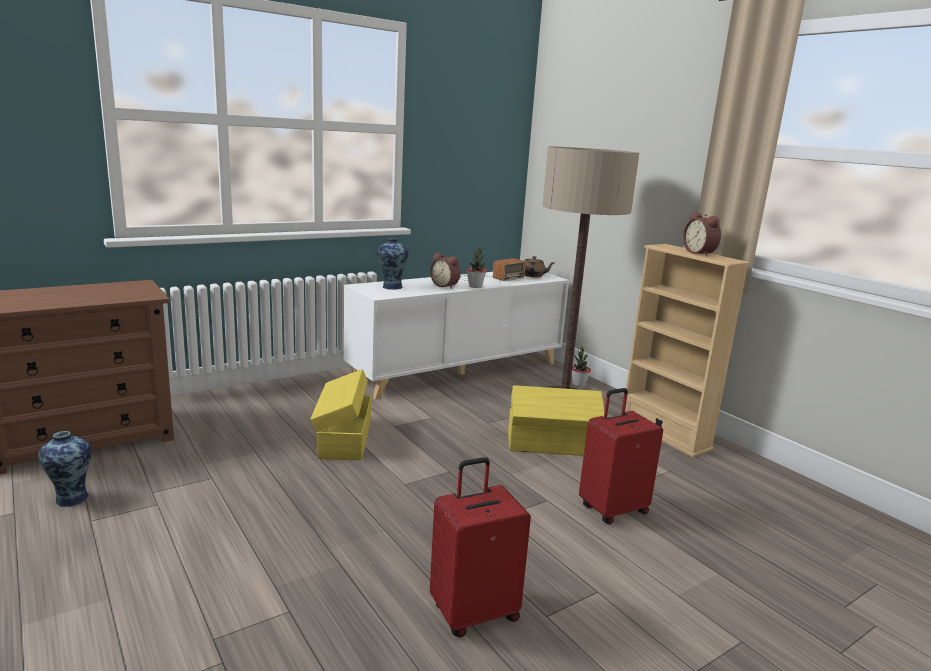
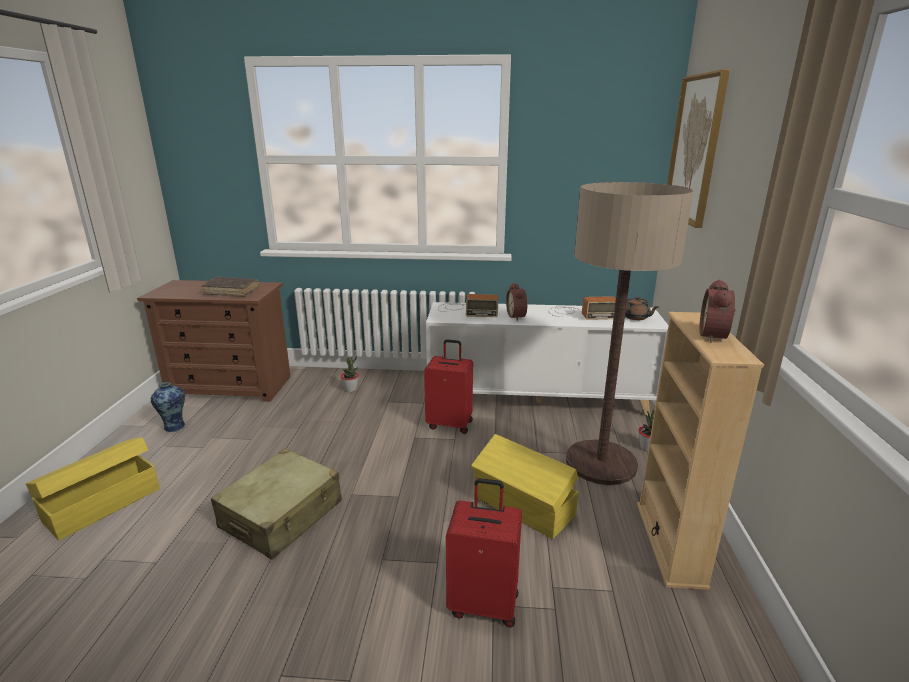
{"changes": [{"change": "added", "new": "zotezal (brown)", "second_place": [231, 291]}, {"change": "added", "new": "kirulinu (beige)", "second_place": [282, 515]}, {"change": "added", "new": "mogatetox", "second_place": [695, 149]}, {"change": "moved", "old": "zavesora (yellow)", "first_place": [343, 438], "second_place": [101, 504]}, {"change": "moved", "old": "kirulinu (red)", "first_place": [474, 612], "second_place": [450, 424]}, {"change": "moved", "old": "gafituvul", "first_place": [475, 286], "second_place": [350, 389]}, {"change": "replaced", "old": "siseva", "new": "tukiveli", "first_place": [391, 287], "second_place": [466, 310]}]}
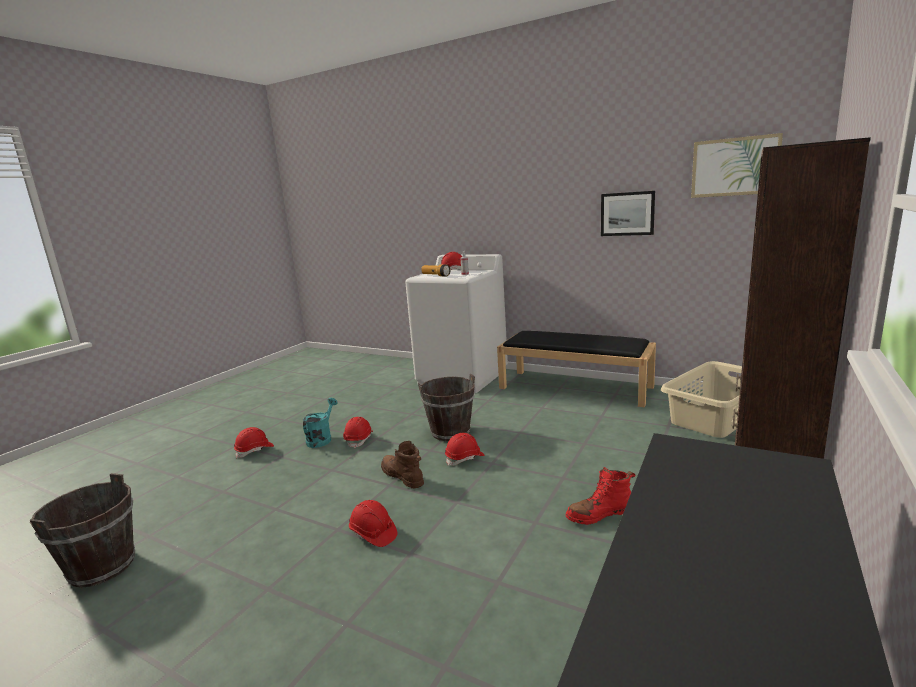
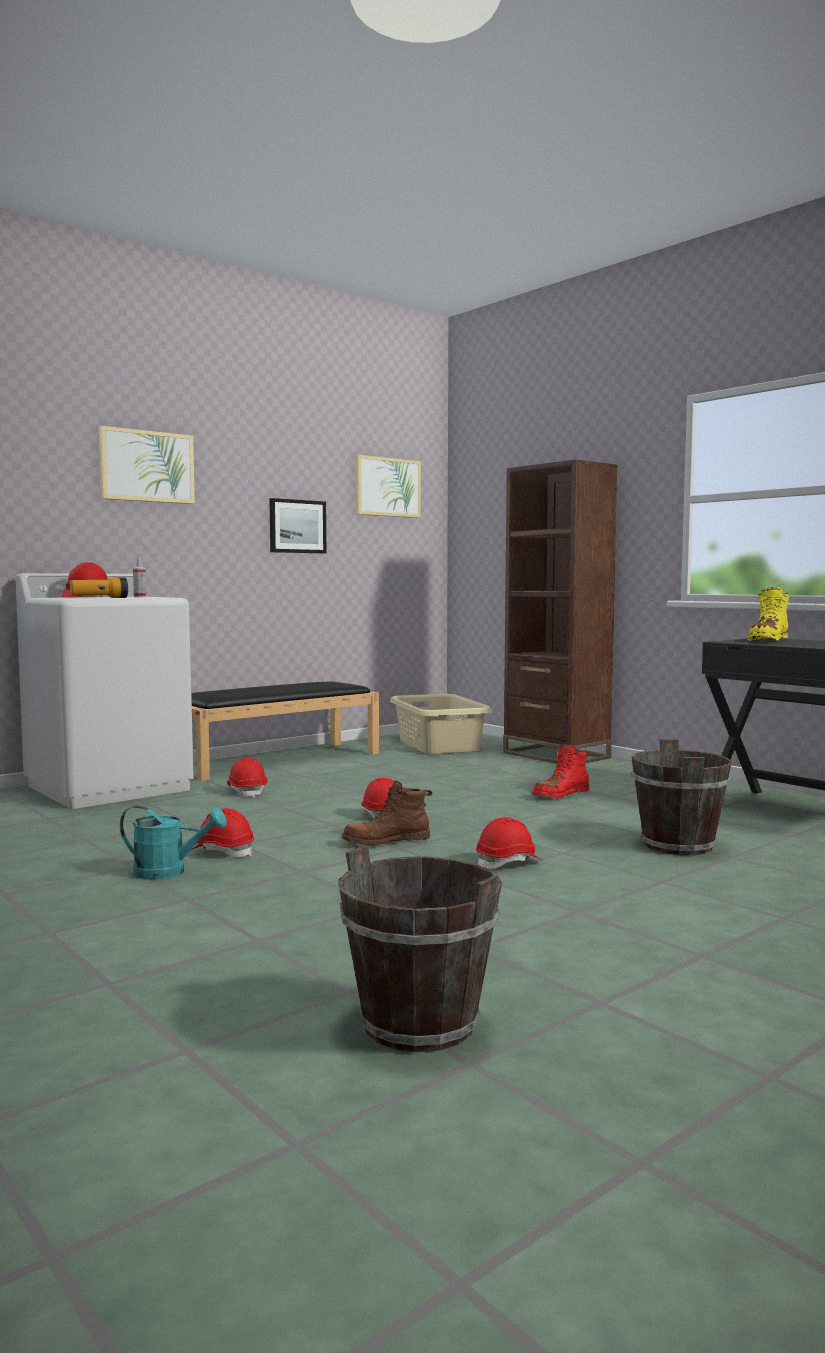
{"changes": [{"change": "added", "new": "mogatetox", "second_place": [147, 466]}, {"change": "added", "new": "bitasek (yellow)", "second_place": [768, 641]}, {"change": "moved", "old": "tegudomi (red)", "first_place": [255, 450], "second_place": [247, 791]}, {"change": "moved", "old": "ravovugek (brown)", "first_place": [450, 432], "second_place": [678, 845]}, {"change": "turned", "old": "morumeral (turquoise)", "first_place": [321, 439], "second_place": [169, 872], "degrees": 150}, {"change": "turned", "old": "bitasek (red)", "first_place": [599, 514], "second_place": [560, 795], "degrees": 45}]}
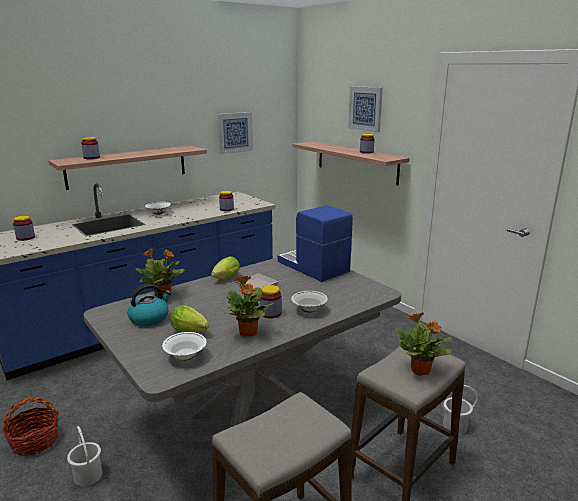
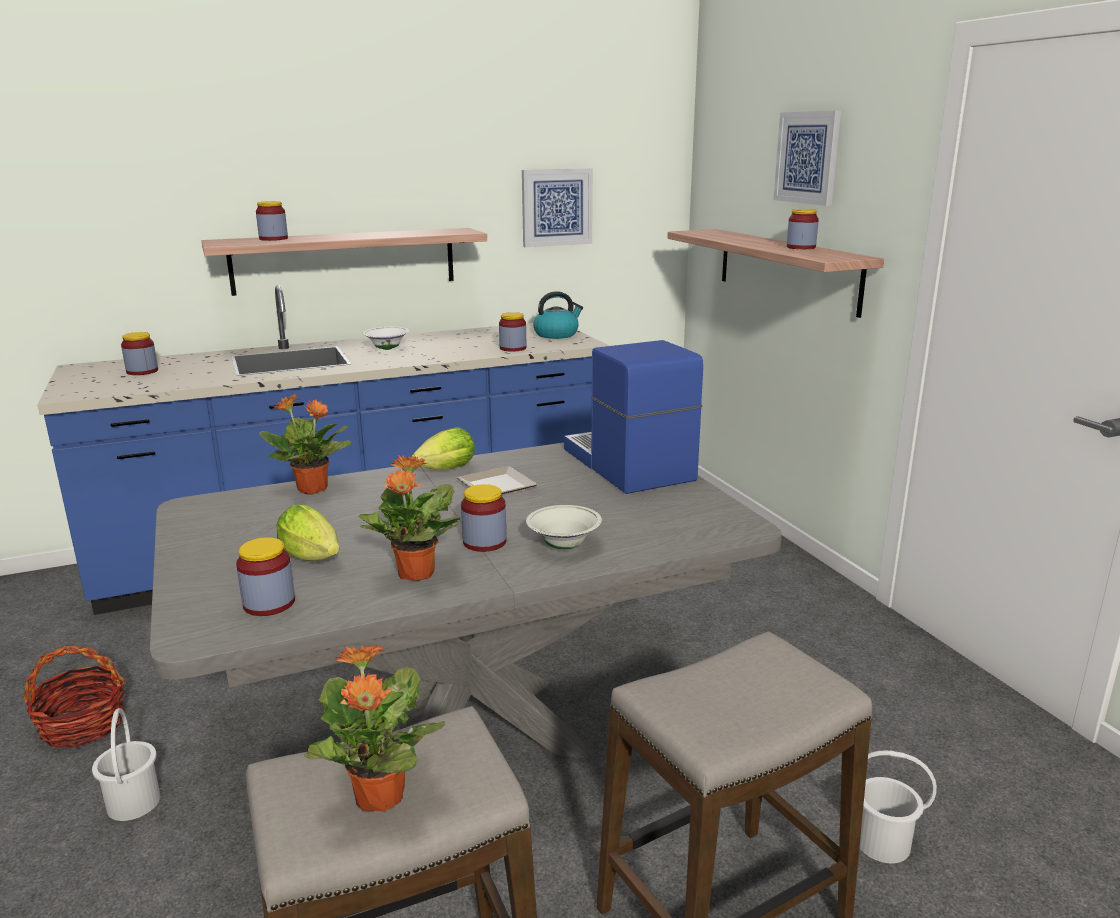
{"changes": [{"change": "moved", "old": "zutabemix", "first_place": [150, 318], "second_place": [557, 334]}, {"change": "moved", "old": "gafituvul", "first_place": [420, 371], "second_place": [379, 798]}, {"change": "replaced", "old": "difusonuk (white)", "new": "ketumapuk", "first_place": [185, 357], "second_place": [269, 603]}]}
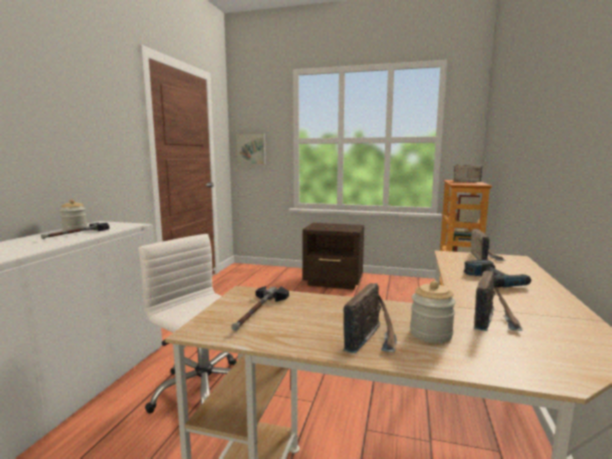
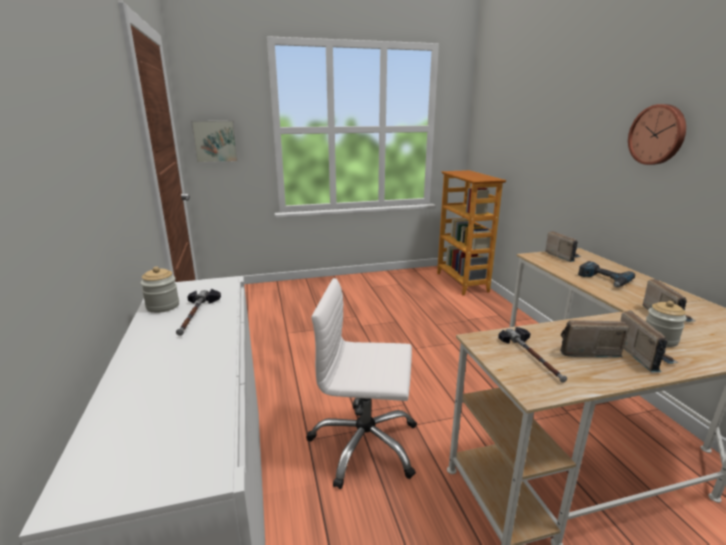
{"changes": [{"change": "removed", "old": "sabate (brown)", "first_place": [334, 282]}, {"change": "added", "new": "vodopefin", "second_place": [658, 135]}, {"change": "moved", "old": "tukiveli", "first_place": [466, 181], "second_place": [584, 351]}]}
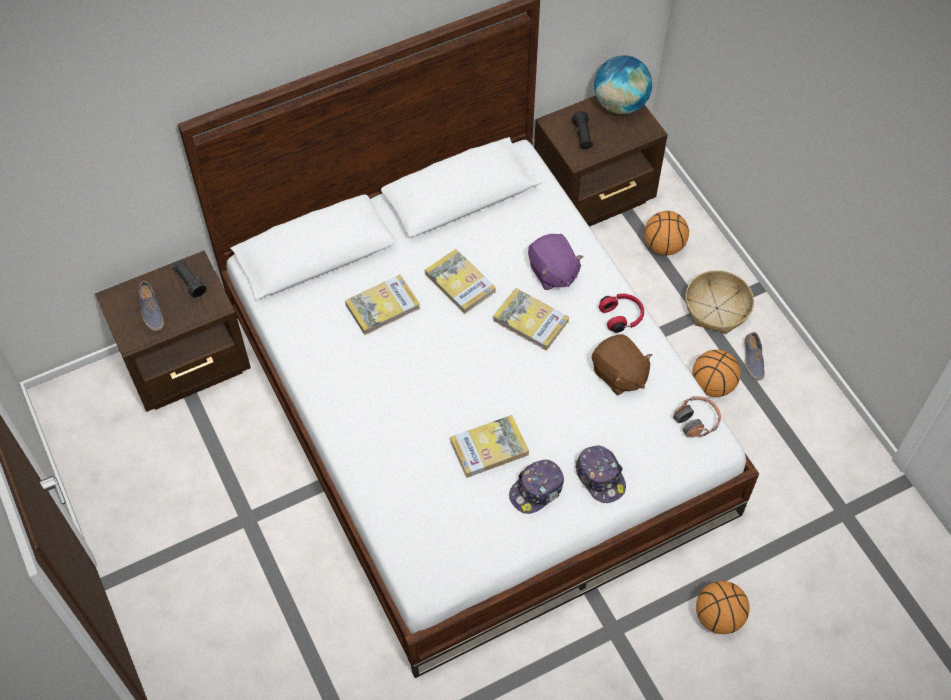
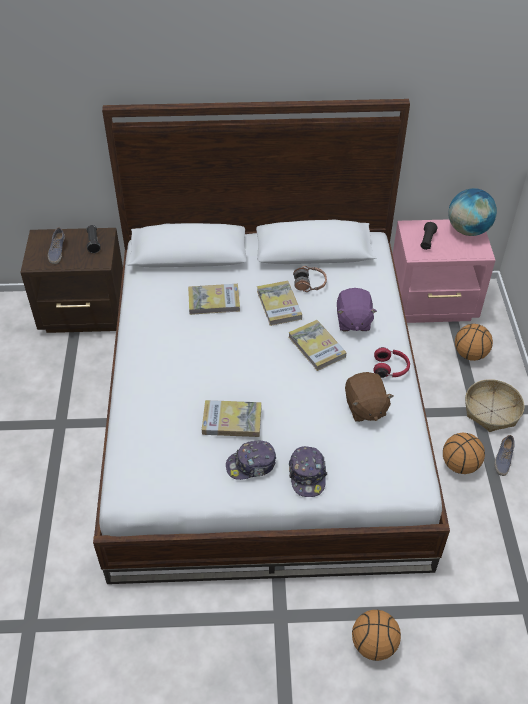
{"changes": [{"change": "moved", "old": "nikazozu", "first_place": [696, 421], "second_place": [309, 284]}, {"change": "recoloured", "old": "sabate (brown)", "new": "sabate (pink)", "first_place": [595, 197], "second_place": [433, 305]}]}
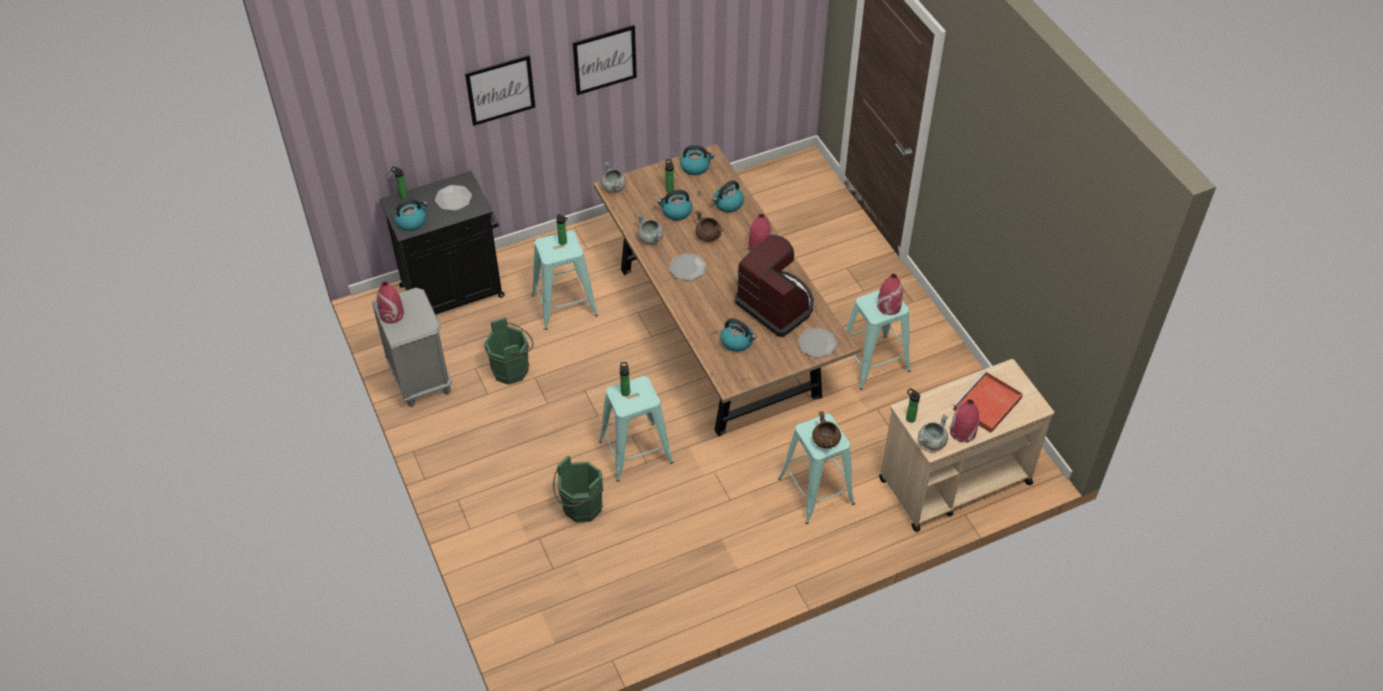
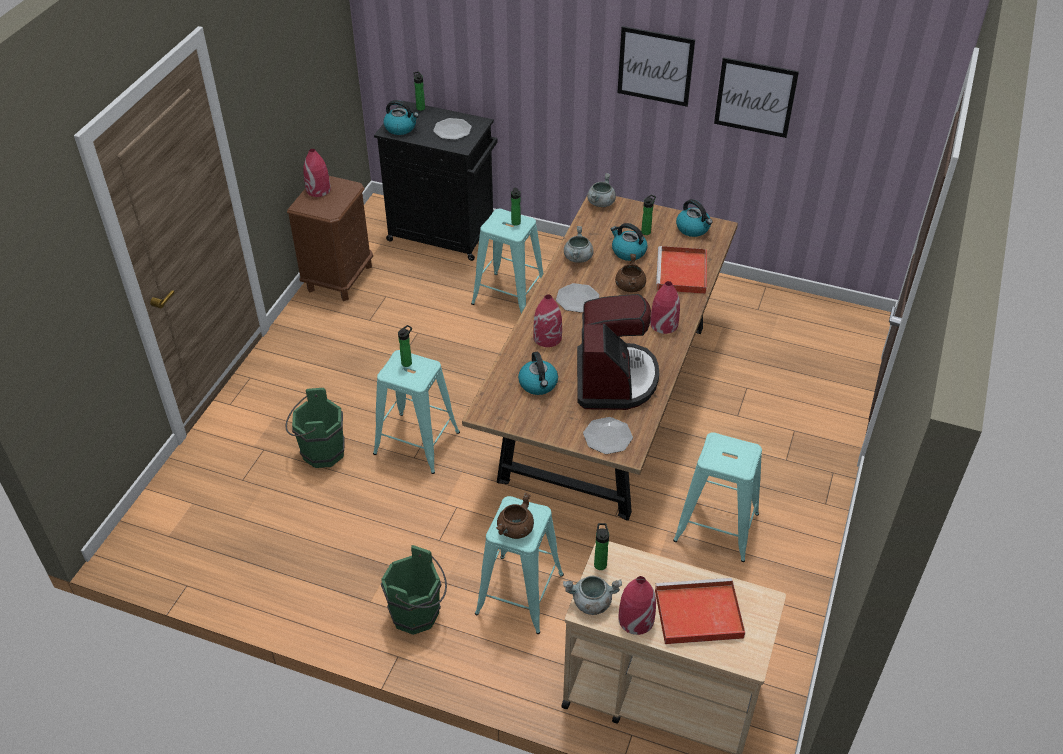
{"changes": [{"change": "moved", "old": "mogatetox", "first_place": [500, 90], "second_place": [755, 97]}, {"change": "moved", "old": "ravovugek (green)", "first_place": [513, 369], "second_place": [418, 615]}, {"change": "moved", "old": "siseva (red)", "first_place": [888, 306], "second_place": [547, 337]}, {"change": "replaced", "old": "zutabemix", "new": "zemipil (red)", "first_place": [727, 204], "second_place": [682, 273]}, {"change": "recoloured", "old": "sabate (grey)", "new": "sabate (brown)", "first_place": [420, 379], "second_place": [339, 278]}]}
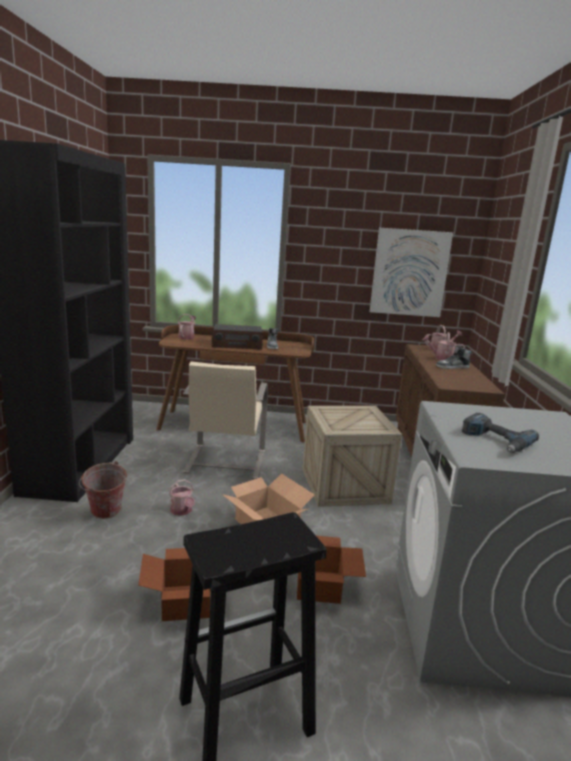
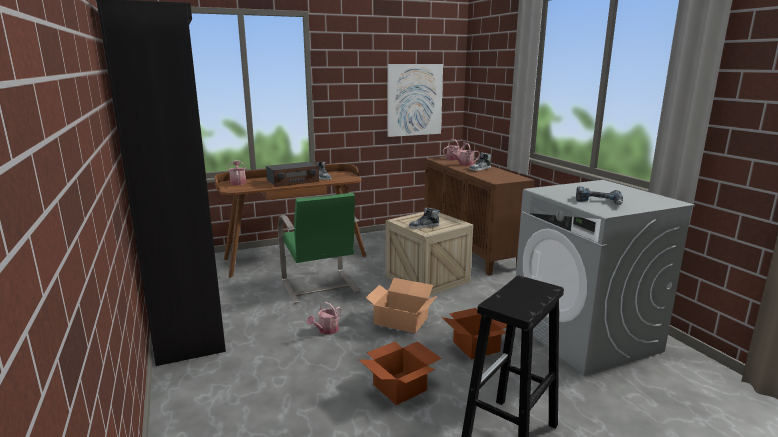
{"changes": [{"change": "removed", "old": "ravovugek", "first_place": [104, 515]}, {"change": "added", "new": "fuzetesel", "second_place": [424, 226]}, {"change": "recoloured", "old": "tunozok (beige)", "new": "tunozok (green)", "first_place": [225, 462], "second_place": [319, 286]}, {"change": "turned", "old": "morumeral", "first_place": [182, 511], "second_place": [326, 331], "degrees": 90}]}
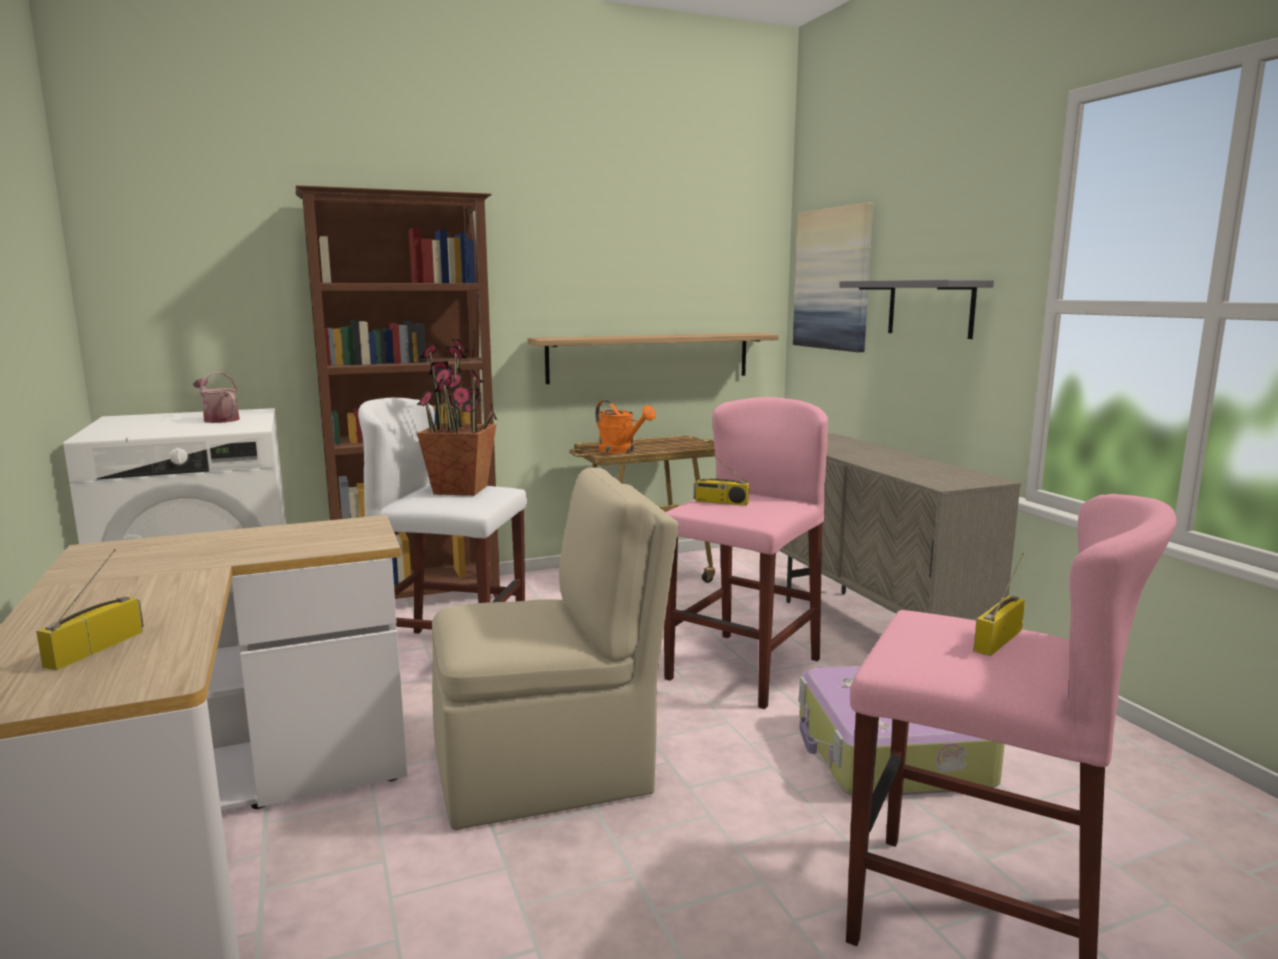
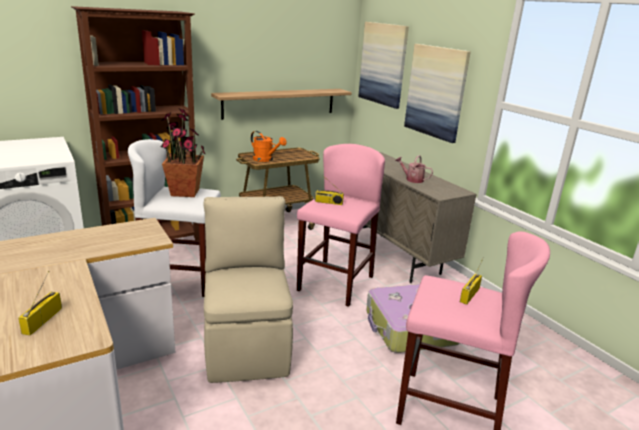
{"changes": [{"change": "moved", "old": "morumeral", "first_place": [219, 419], "second_place": [412, 179]}, {"change": "replaced", "old": "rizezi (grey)", "new": "mogatetox", "first_place": [930, 308], "second_place": [436, 92]}, {"change": "turned", "old": "tunozok (beige)", "first_place": [549, 770], "second_place": [247, 345], "degrees": -75}]}
